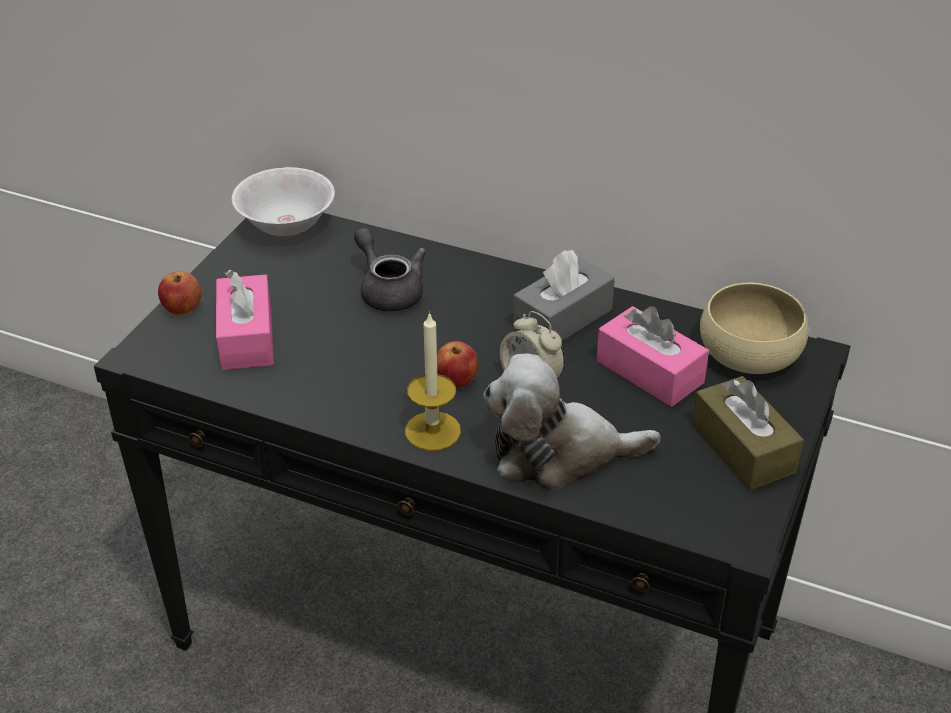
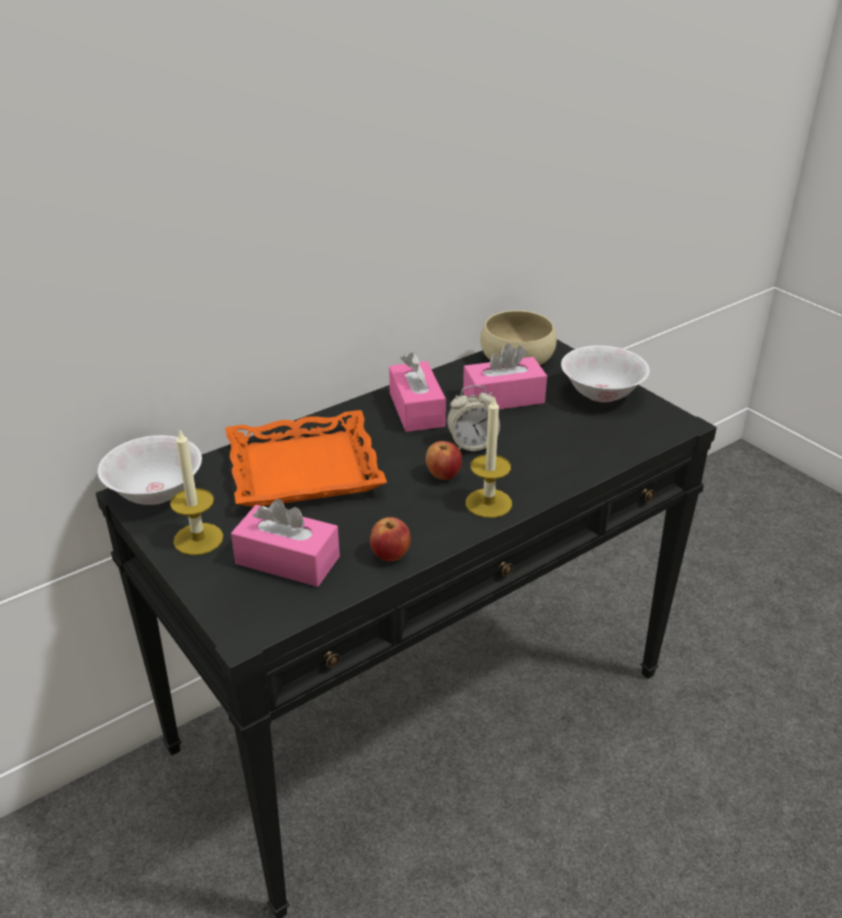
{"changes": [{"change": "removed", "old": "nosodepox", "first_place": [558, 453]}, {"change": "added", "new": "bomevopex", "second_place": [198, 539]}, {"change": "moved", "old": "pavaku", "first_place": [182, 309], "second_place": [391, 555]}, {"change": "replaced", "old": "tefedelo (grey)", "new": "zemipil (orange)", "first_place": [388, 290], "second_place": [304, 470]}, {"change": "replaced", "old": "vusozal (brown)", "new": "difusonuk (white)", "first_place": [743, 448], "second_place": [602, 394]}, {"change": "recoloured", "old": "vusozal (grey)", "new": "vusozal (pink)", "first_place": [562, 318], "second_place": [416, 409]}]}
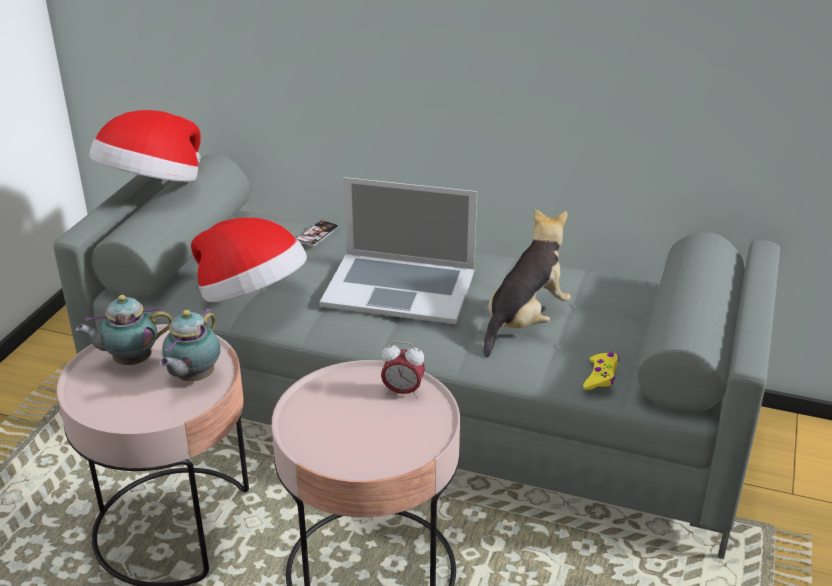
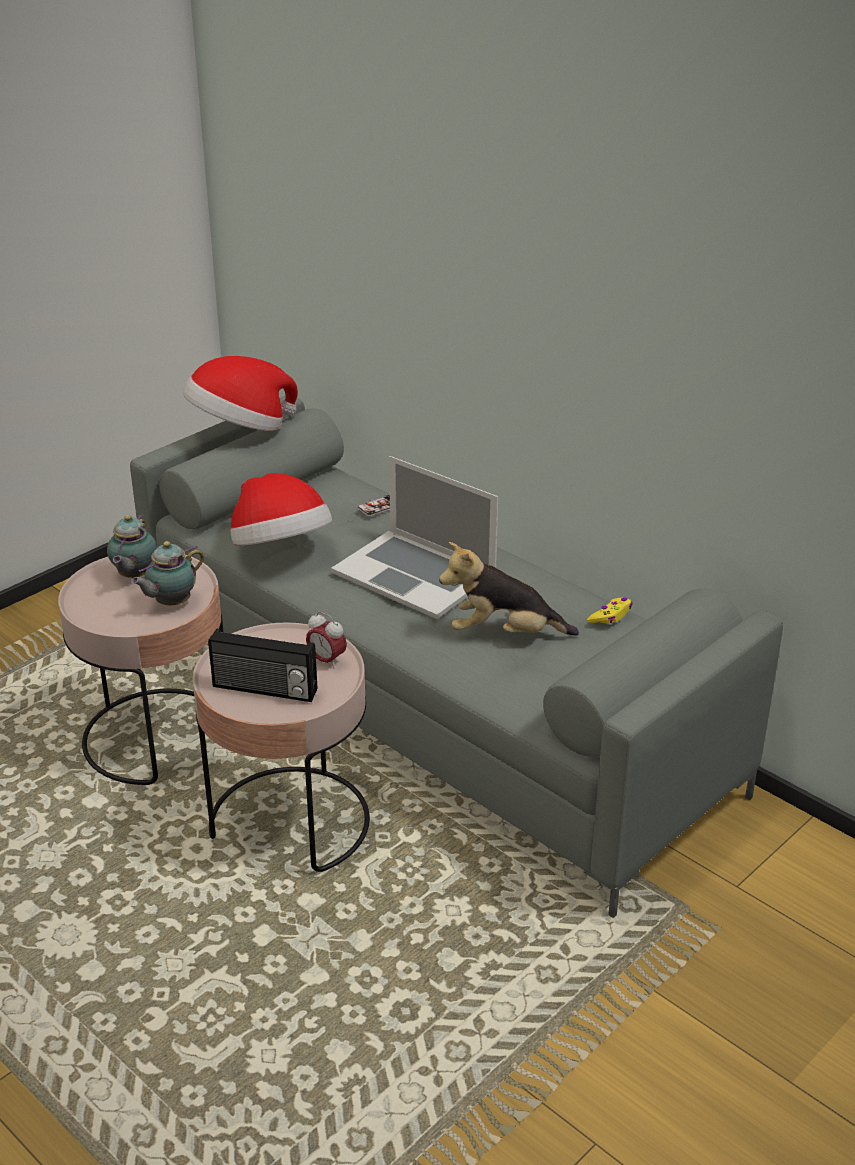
{"changes": [{"change": "added", "new": "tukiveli", "second_place": [264, 690]}, {"change": "moved", "old": "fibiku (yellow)", "first_place": [601, 376], "second_place": [610, 616]}, {"change": "turned", "old": "tefedelo", "first_place": [130, 361], "second_place": [134, 576], "degrees": -90}, {"change": "turned", "old": "nosodepox", "first_place": [524, 321], "second_place": [504, 634], "degrees": -150}]}
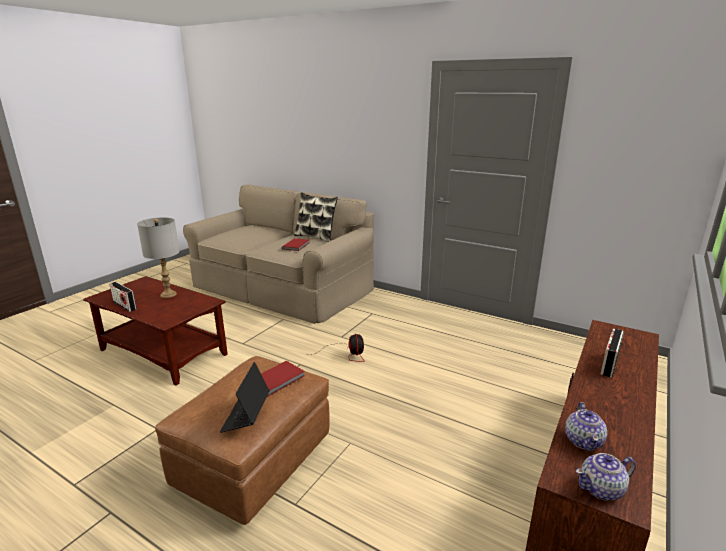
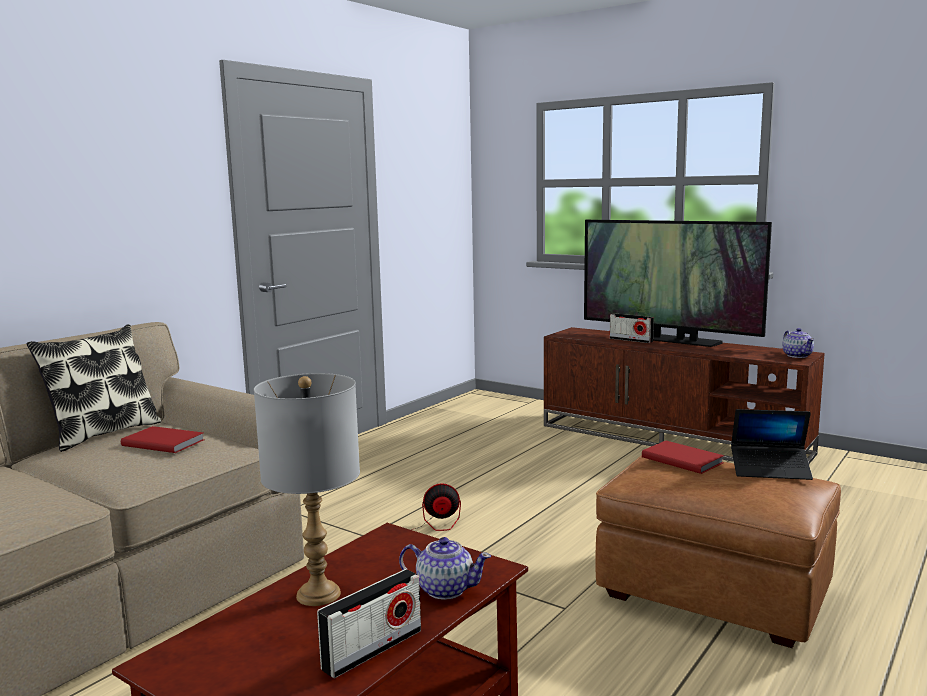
{"changes": [{"change": "added", "new": "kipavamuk", "second_place": [668, 340]}, {"change": "moved", "old": "tefedelo", "first_place": [583, 441], "second_place": [444, 589]}]}
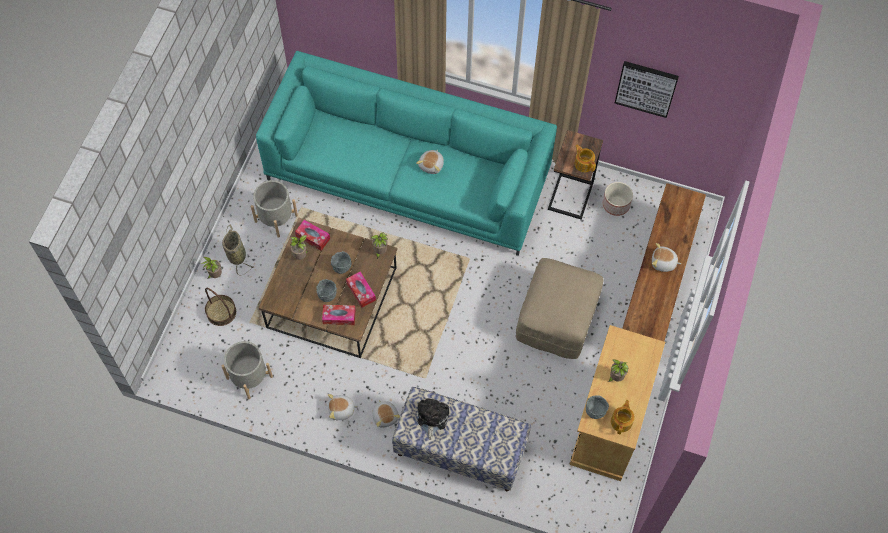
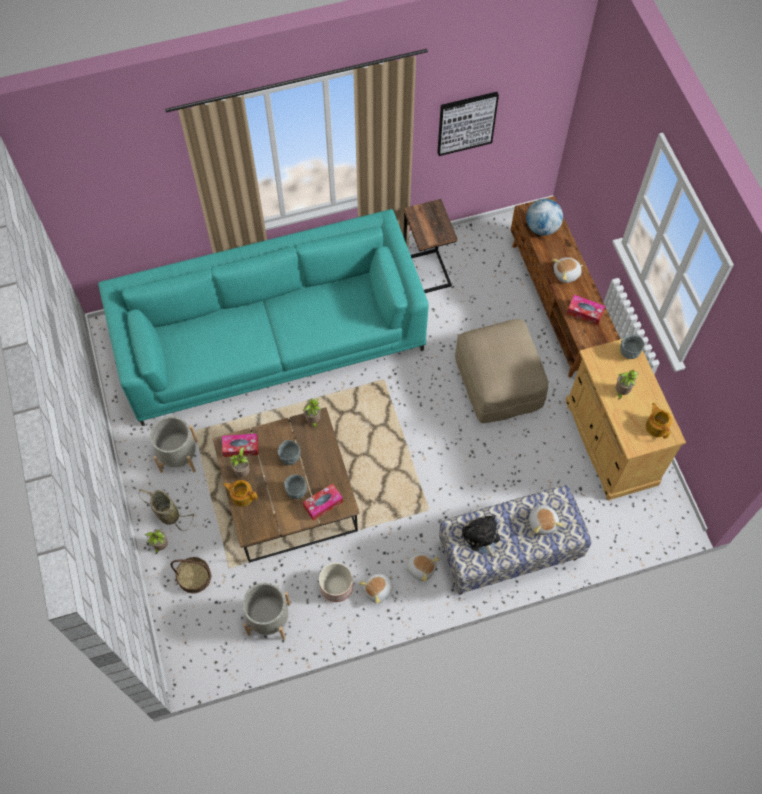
{"changes": [{"change": "added", "new": "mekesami", "second_place": [542, 227]}, {"change": "moved", "old": "vusozal", "first_place": [361, 291], "second_place": [584, 312]}, {"change": "moved", "old": "nosodepox", "first_place": [432, 165], "second_place": [543, 522]}, {"change": "moved", "old": "tefedelo", "first_place": [584, 163], "second_place": [242, 495]}, {"change": "moved", "old": "difusonuk (grey)", "first_place": [595, 411], "second_place": [628, 352]}, {"change": "moved", "old": "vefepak", "first_place": [615, 204], "second_place": [336, 586]}]}
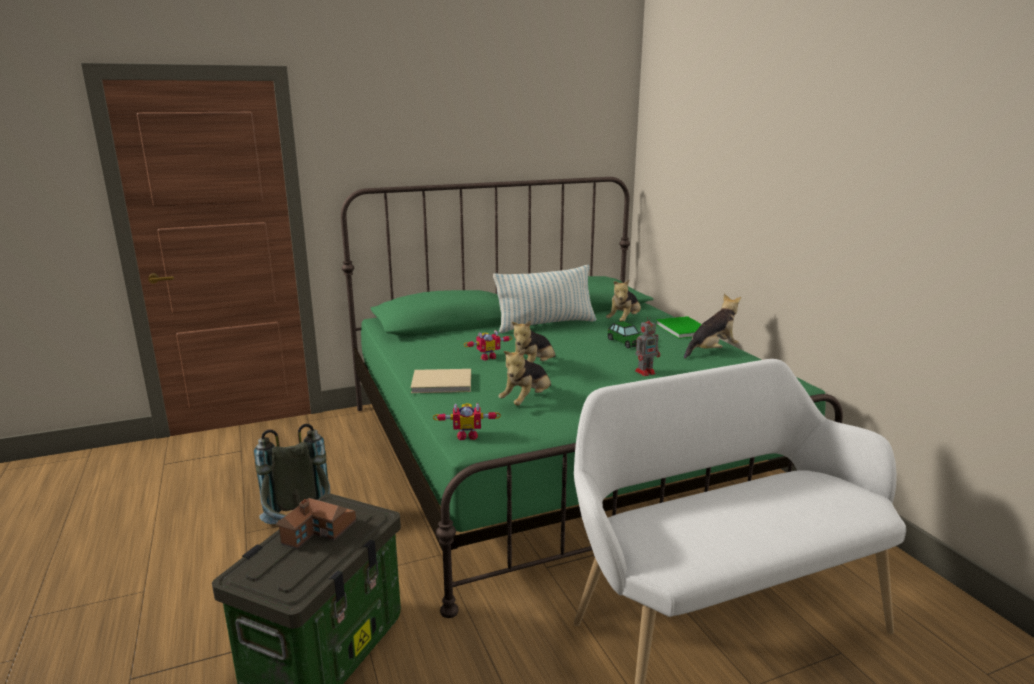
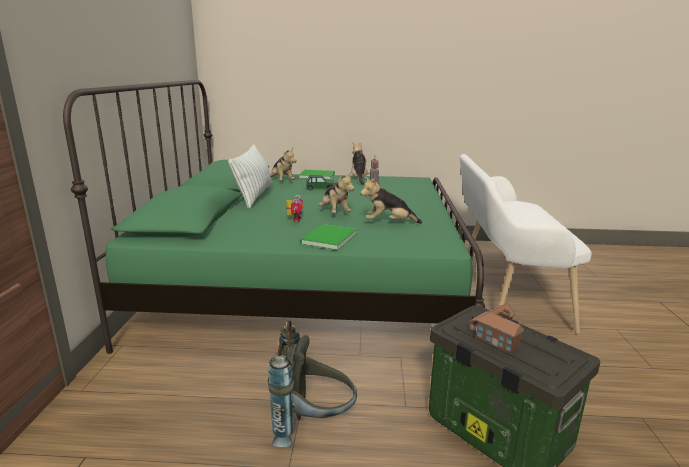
{"changes": [{"change": "removed", "old": "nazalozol", "first_place": [467, 435]}, {"change": "recoloured", "old": "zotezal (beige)", "new": "zotezal (green)", "first_place": [440, 382], "second_place": [327, 239]}, {"change": "turned", "old": "nosodepox", "first_place": [527, 400], "second_place": [388, 223], "degrees": 120}]}
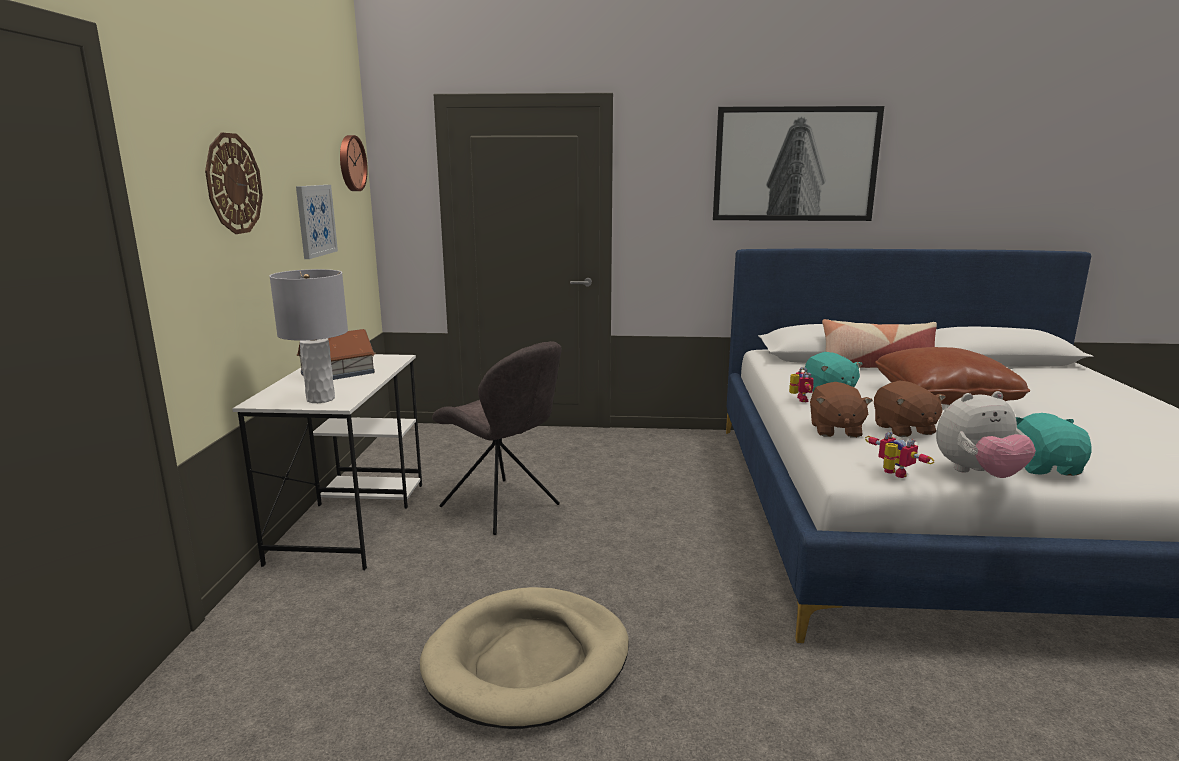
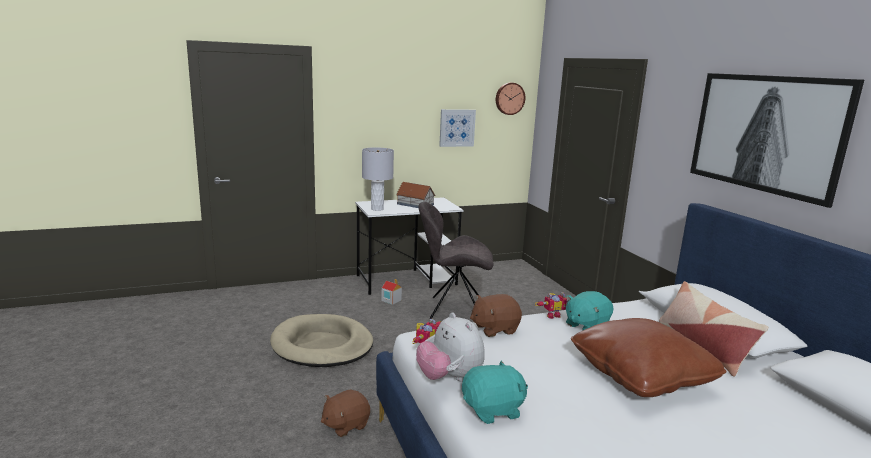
{"changes": [{"change": "removed", "old": "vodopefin", "first_place": [233, 184]}, {"change": "added", "new": "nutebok", "second_place": [391, 300]}, {"change": "moved", "old": "nosodepox (brown)", "first_place": [903, 429], "second_place": [345, 425]}, {"change": "turned", "old": "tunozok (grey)", "first_place": [502, 507], "second_place": [454, 309], "degrees": 75}]}
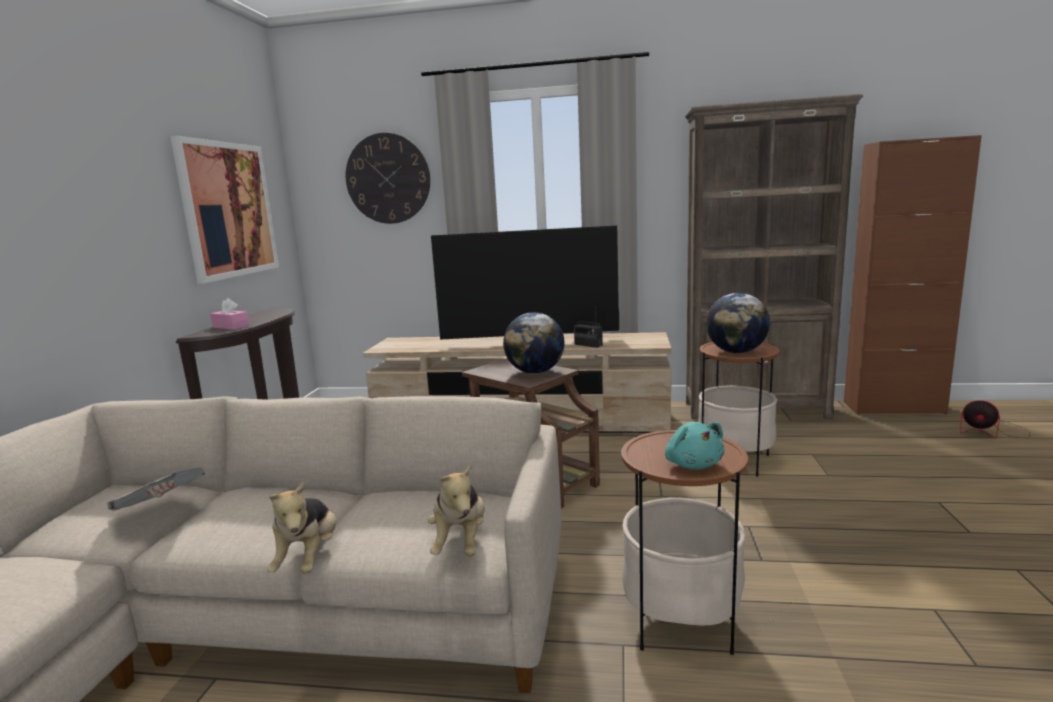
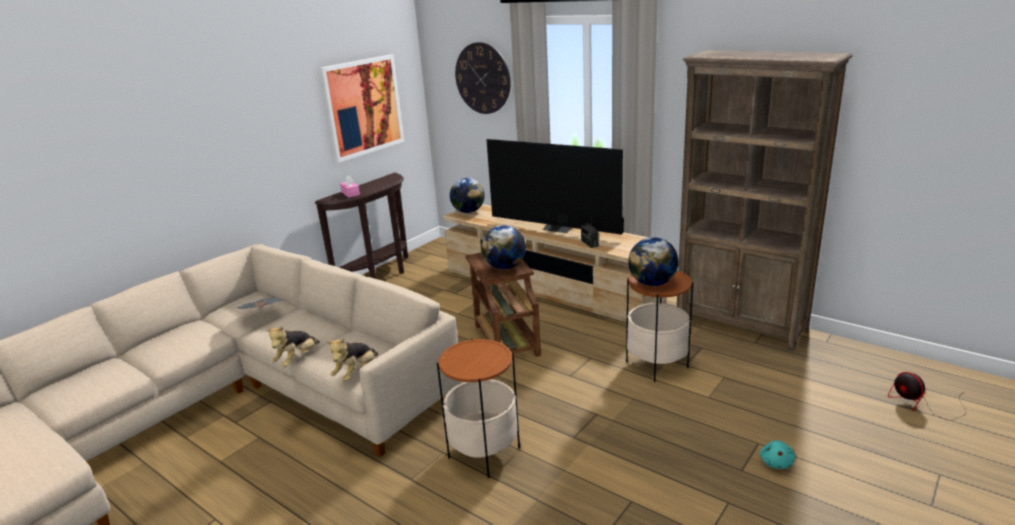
{"changes": [{"change": "removed", "old": "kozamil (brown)", "first_place": [893, 408]}, {"change": "added", "new": "mekesami", "second_place": [468, 211]}, {"change": "moved", "old": "nosodepox (turquoise)", "first_place": [693, 464], "second_place": [776, 462]}]}
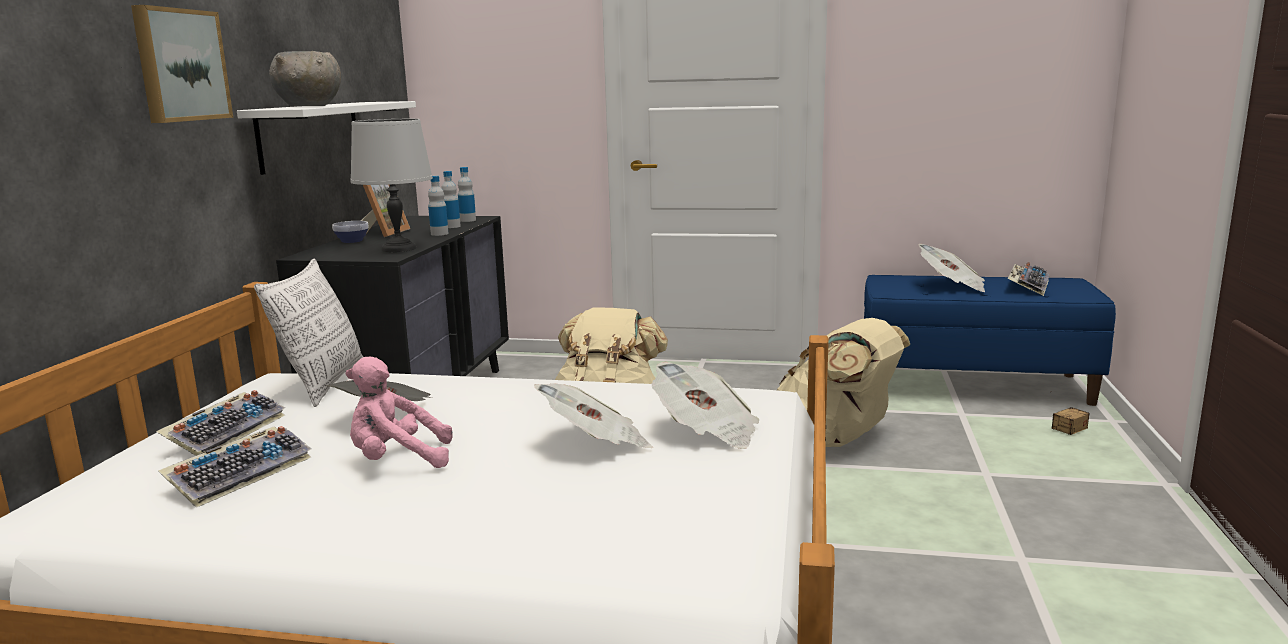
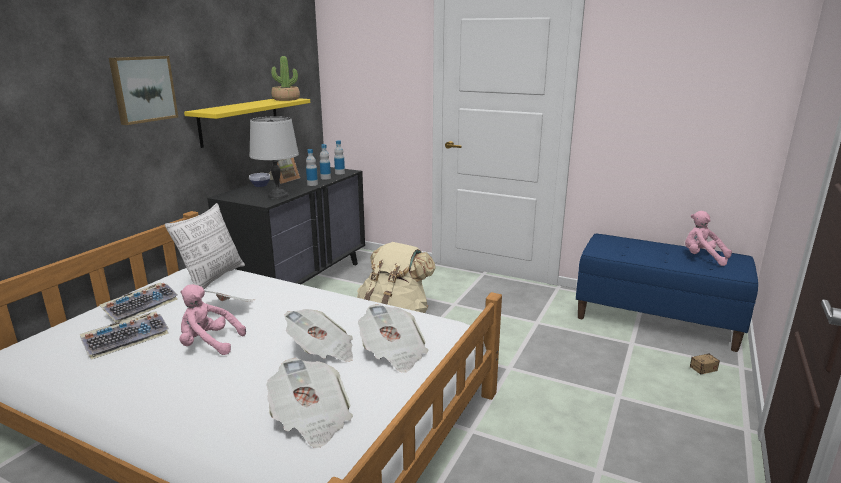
{"changes": [{"change": "removed", "old": "difusonuk (grey)", "first_place": [310, 106]}, {"change": "removed", "old": "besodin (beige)", "first_place": [838, 439]}, {"change": "added", "new": "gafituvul", "second_place": [286, 99]}, {"change": "moved", "old": "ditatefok", "first_place": [952, 286], "second_place": [311, 419]}, {"change": "replaced", "old": "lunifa", "new": "nosodepox (pink)", "first_place": [1027, 286], "second_place": [702, 258]}, {"change": "recoloured", "old": "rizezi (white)", "new": "rizezi (yellow)", "first_place": [310, 135], "second_place": [239, 121]}]}
